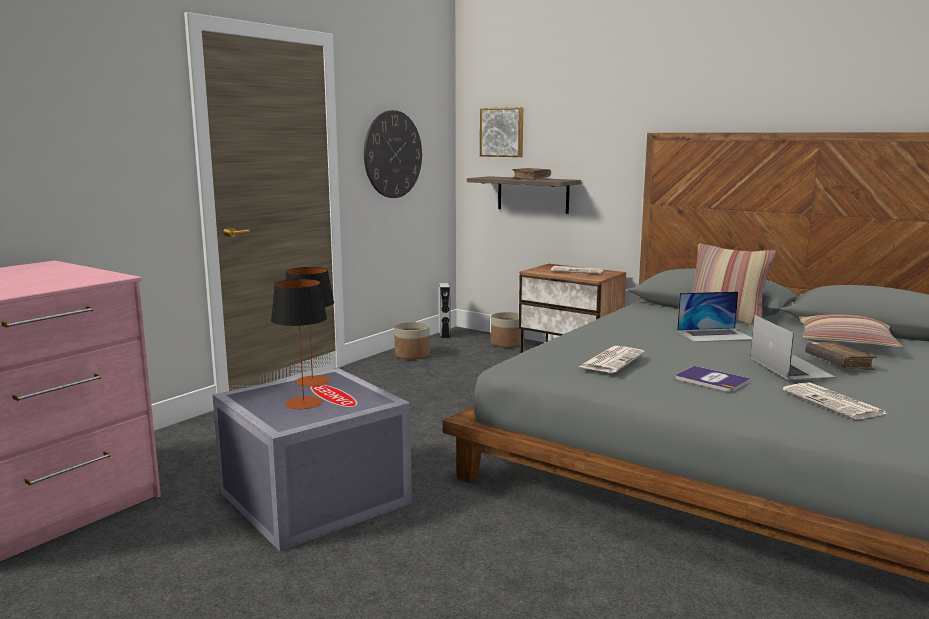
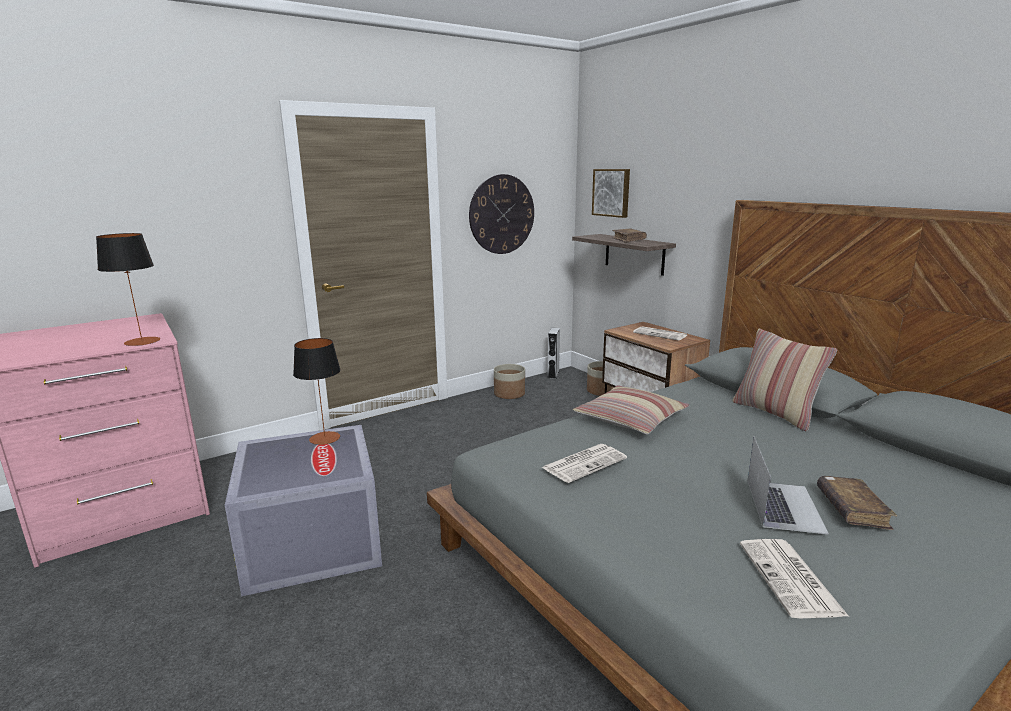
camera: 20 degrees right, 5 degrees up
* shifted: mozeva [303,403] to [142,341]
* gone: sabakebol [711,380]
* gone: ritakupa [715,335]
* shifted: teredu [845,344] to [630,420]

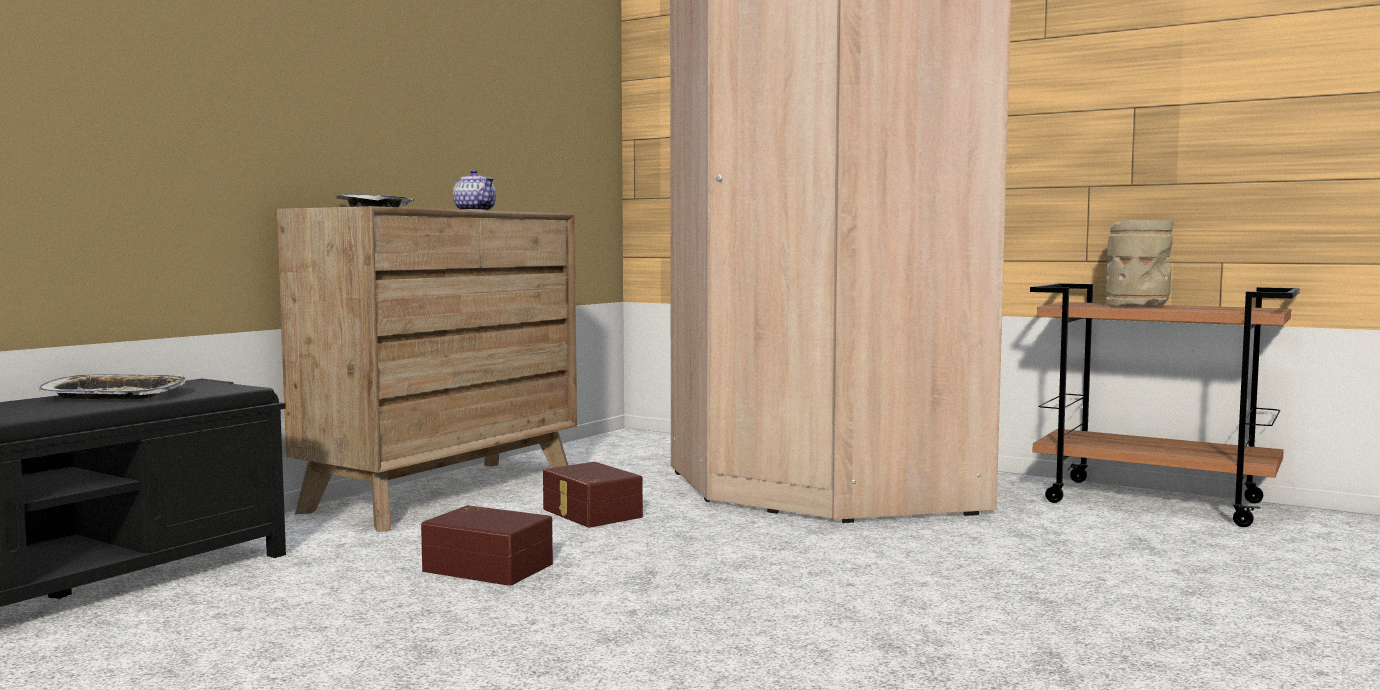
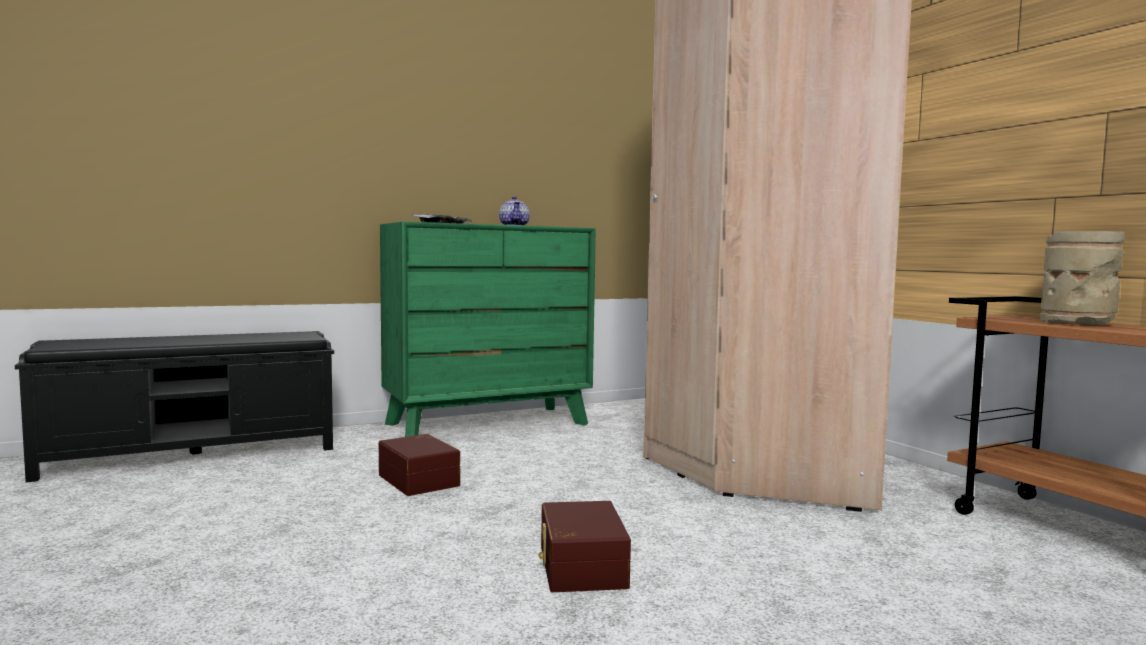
camera: 30 degrees right, 0 degrees up
* gone: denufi [115,396]
* repainted: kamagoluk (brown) [443,493] to kamagoluk (green) [487,424]
* shifted: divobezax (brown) [590,513] to [579,566]

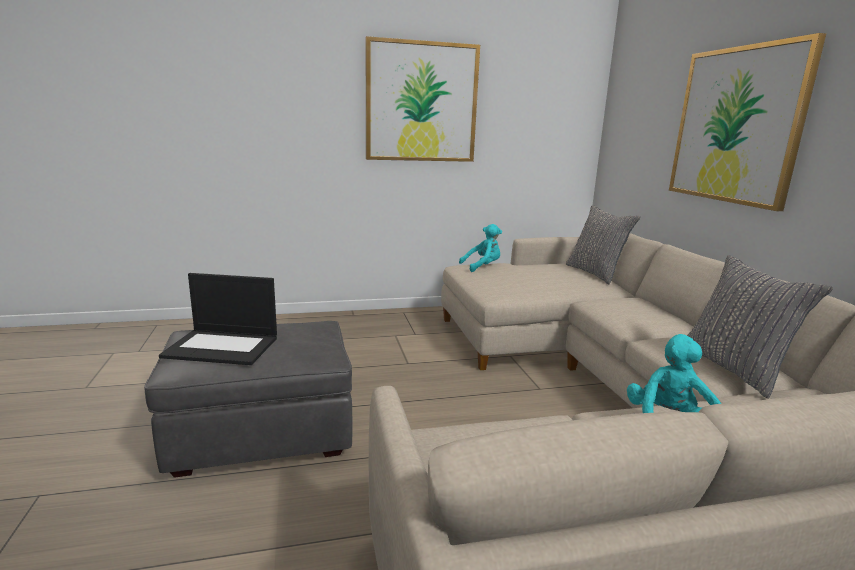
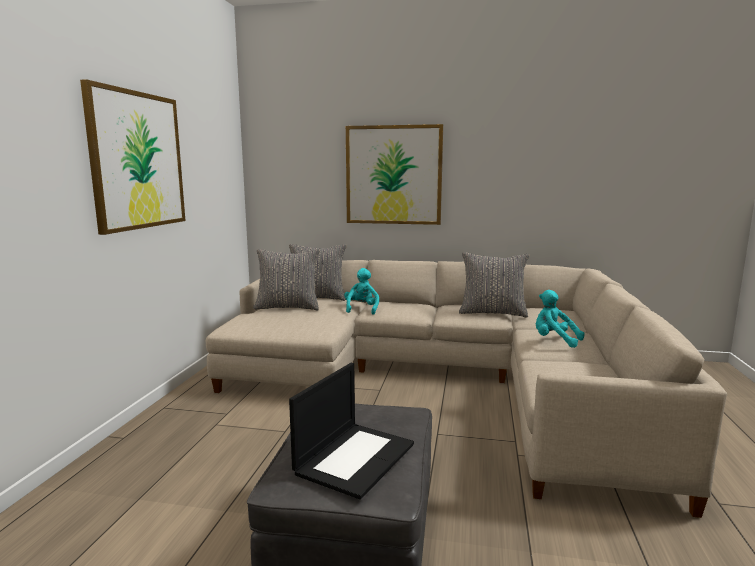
camera: 65 degrees left, 5 degrees down
* shifted: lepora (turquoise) [482,267] to [361,309]
* new: teredu (grey) [288,307]

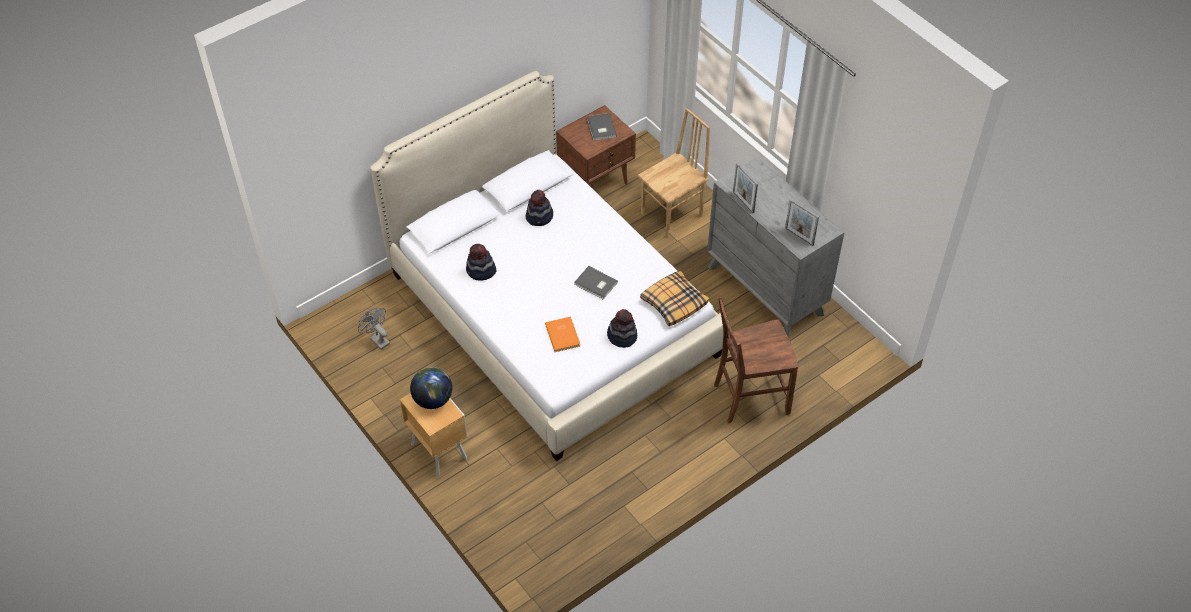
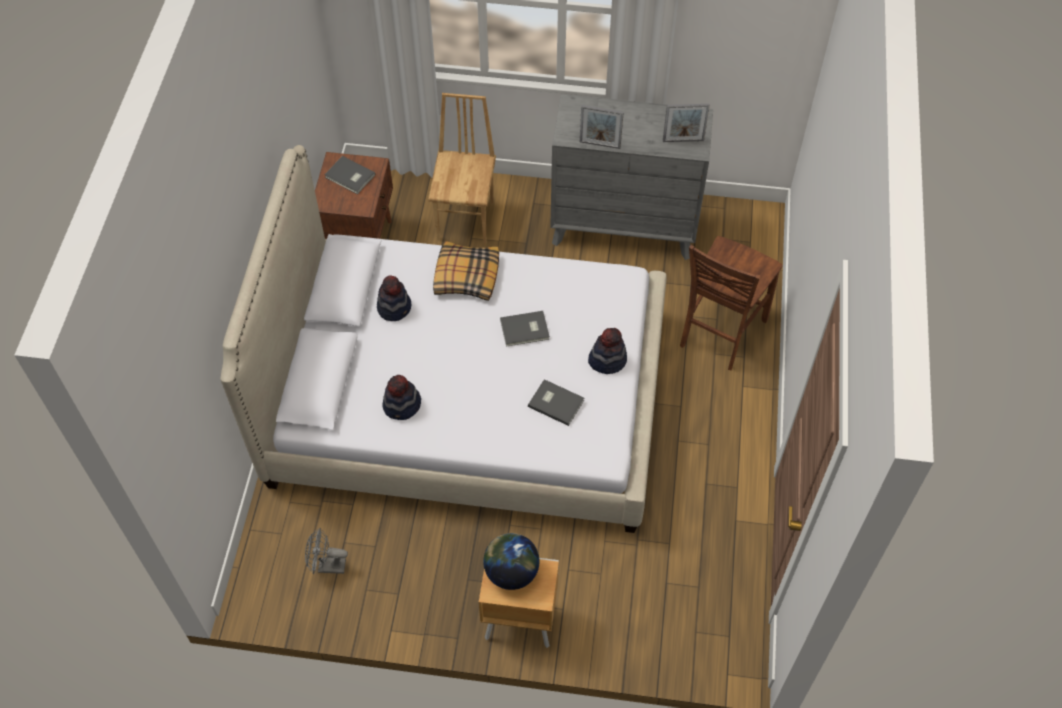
camera: 45 degrees left, 5 degrees up
* repainted: sabakebol (orange) [563,334] to sabakebol (grey) [556,402]
* shifted: teredu [674,303] to [466,276]

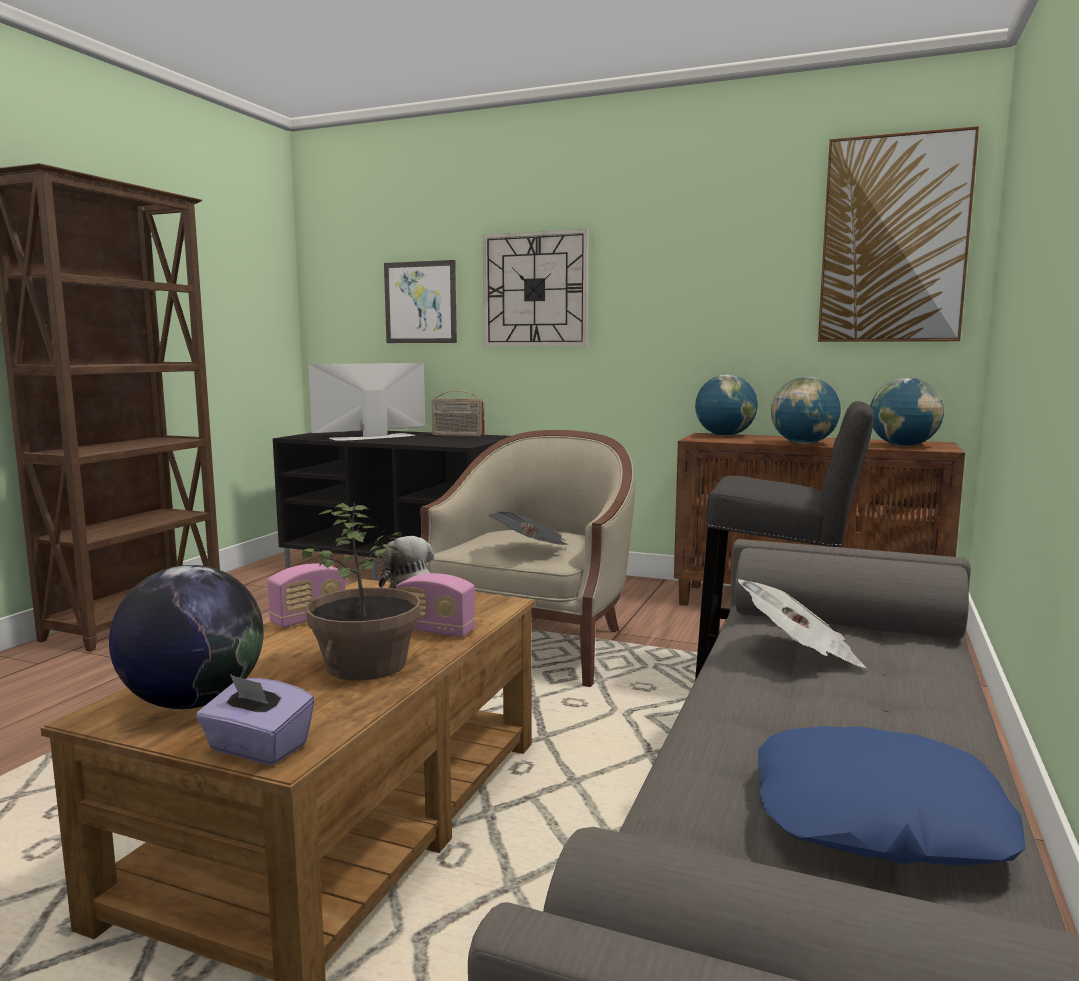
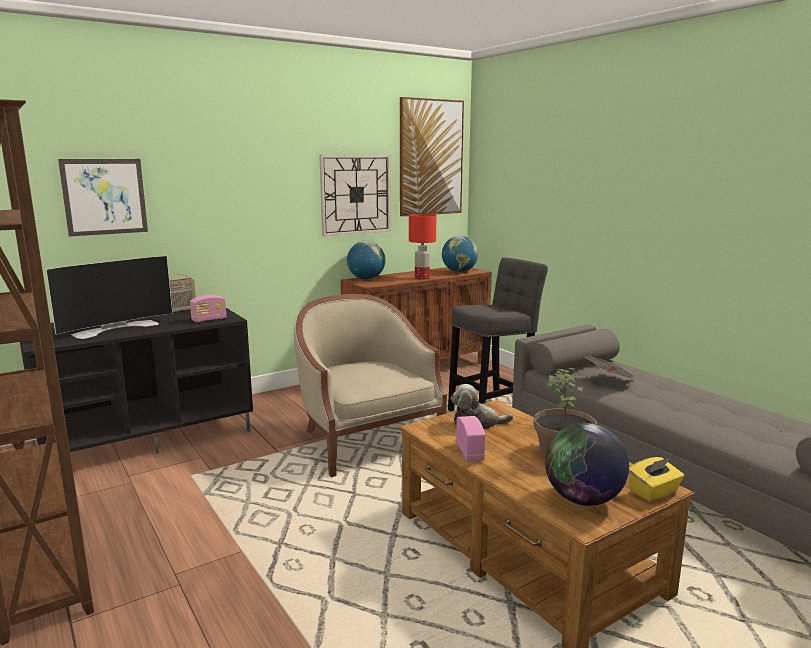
camera: 55 degrees left, 5 degrees up
* repainted: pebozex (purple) [257,748] to pebozex (yellow) [654,492]
* rotated: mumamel [373,437] = [116,328] 135 degrees counterclockwise
* shifted: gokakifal [436,631] to [209,319]
* shifted: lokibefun [535,290] to [355,194]
* gone: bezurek [531,550]
* gone: teredu (blue) [877,818]
* swapped: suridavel [803,443] to mozeva (red) [422,278]

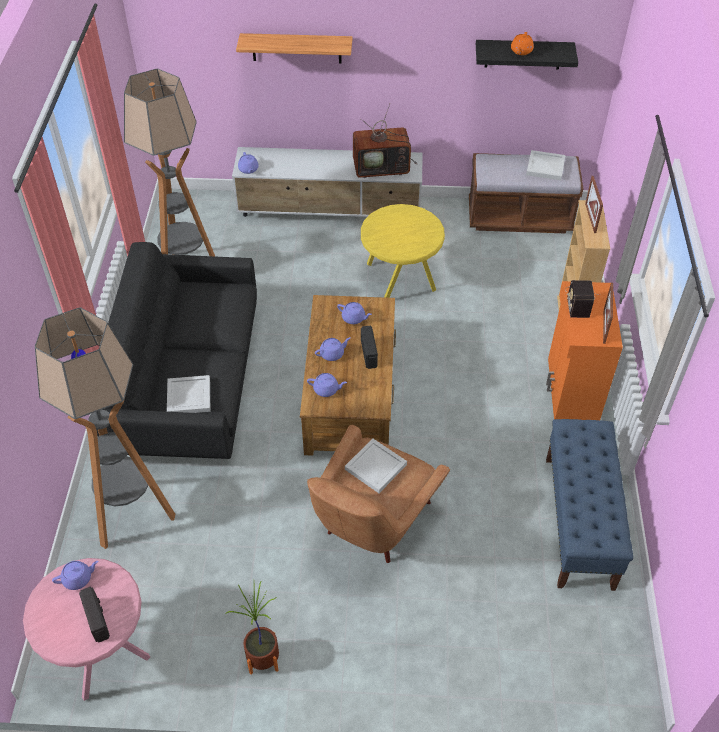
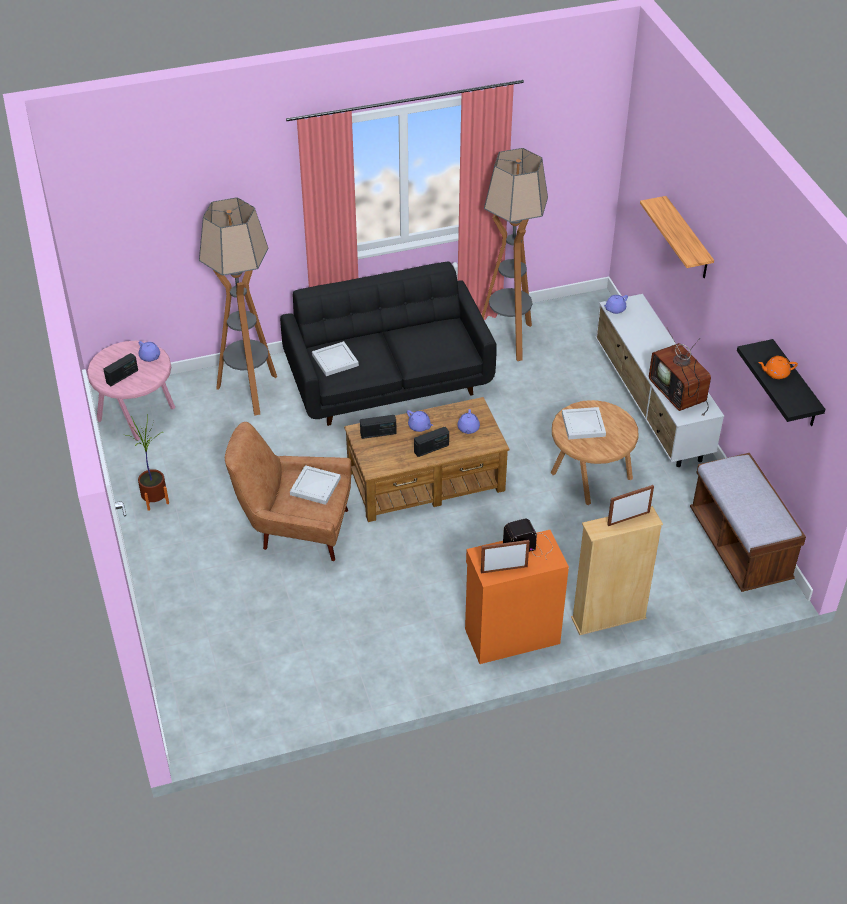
camera: 70 degrees right, 5 degrees down
* swapped: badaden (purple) [326,390] to gokakifal [378,433]
* repainted: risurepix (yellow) [400,278] to risurepix (brown) [589,477]
* shifted: denufi (white) [546,167] to [583,425]
* gone: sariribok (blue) [579,522]

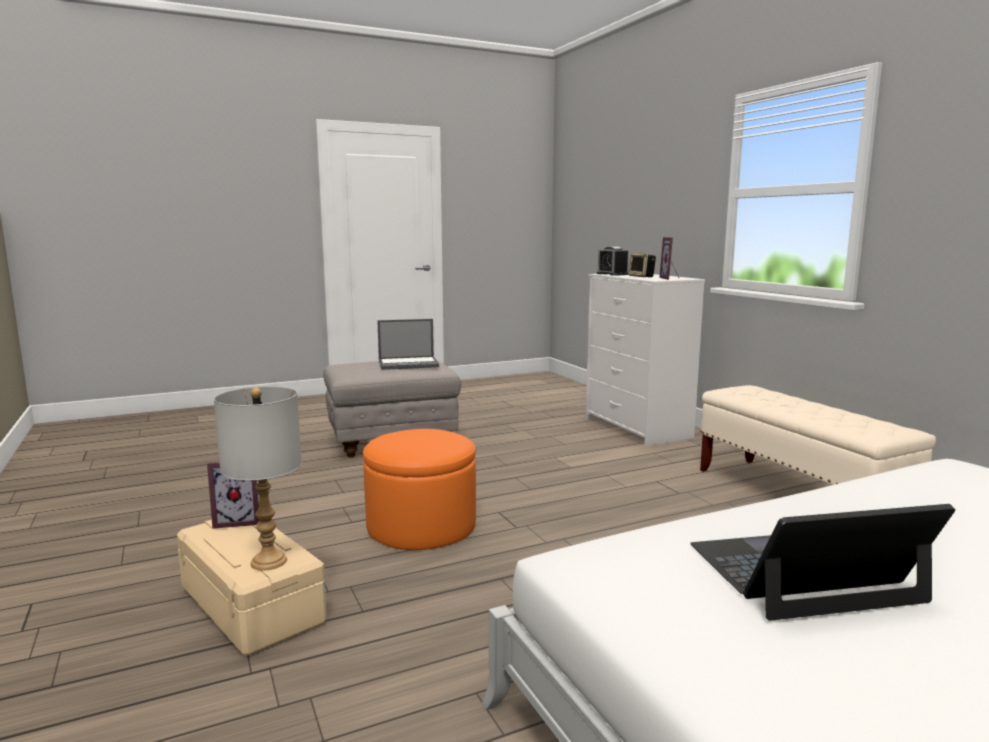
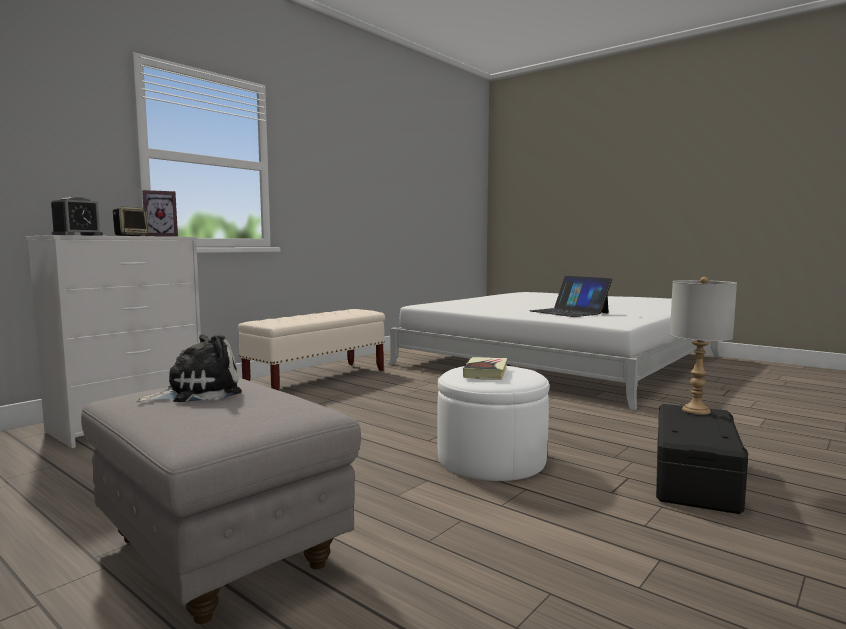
camera: 115 degrees left, 5 degrees down
* repainted: divobezax (beige) [253,604] to divobezax (black) [693,478]
* gone: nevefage [238,521]
* repainted: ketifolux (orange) [421,525] to ketifolux (white) [491,459]
* swapped: ritakupa [409,363] to lepora [198,392]
* new: sabakebol [485,373]

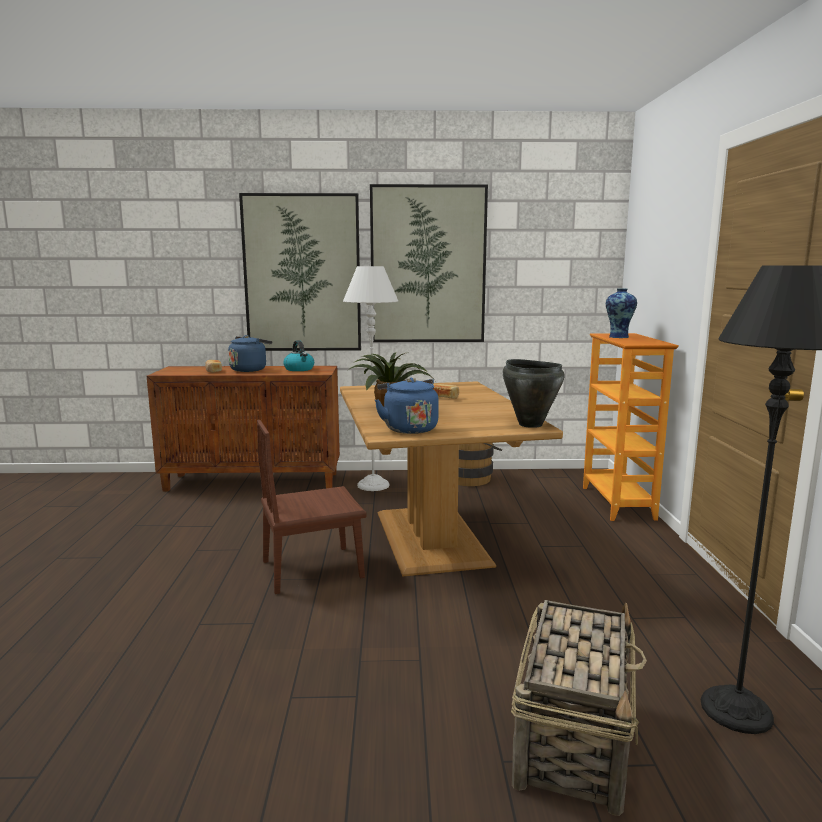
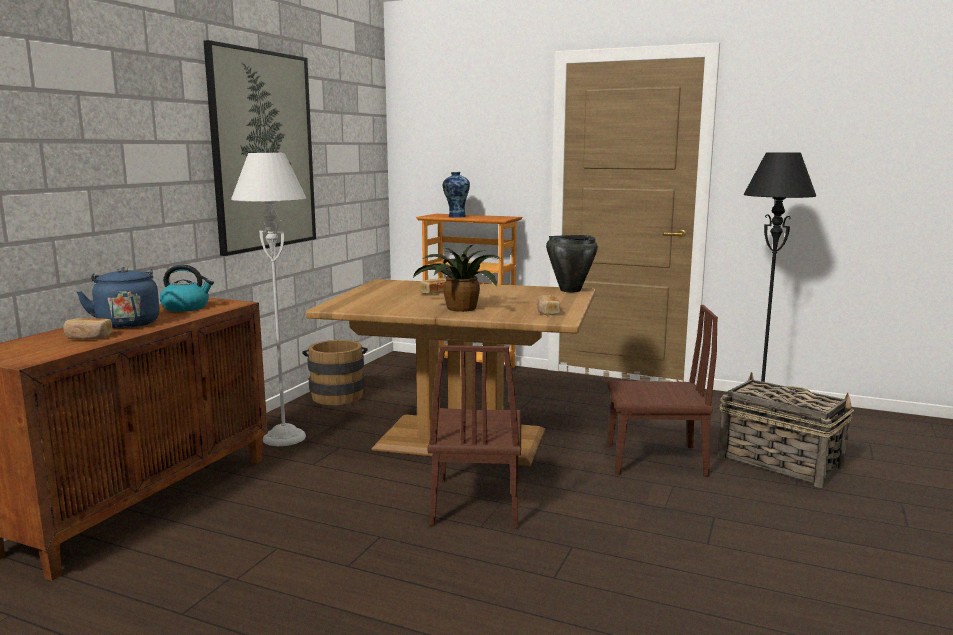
camera: 65 degrees left, 0 degrees up
* gone: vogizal [302,274]
* swapped: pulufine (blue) [408,428] to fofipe [547,312]
* new: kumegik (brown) [655,460]

